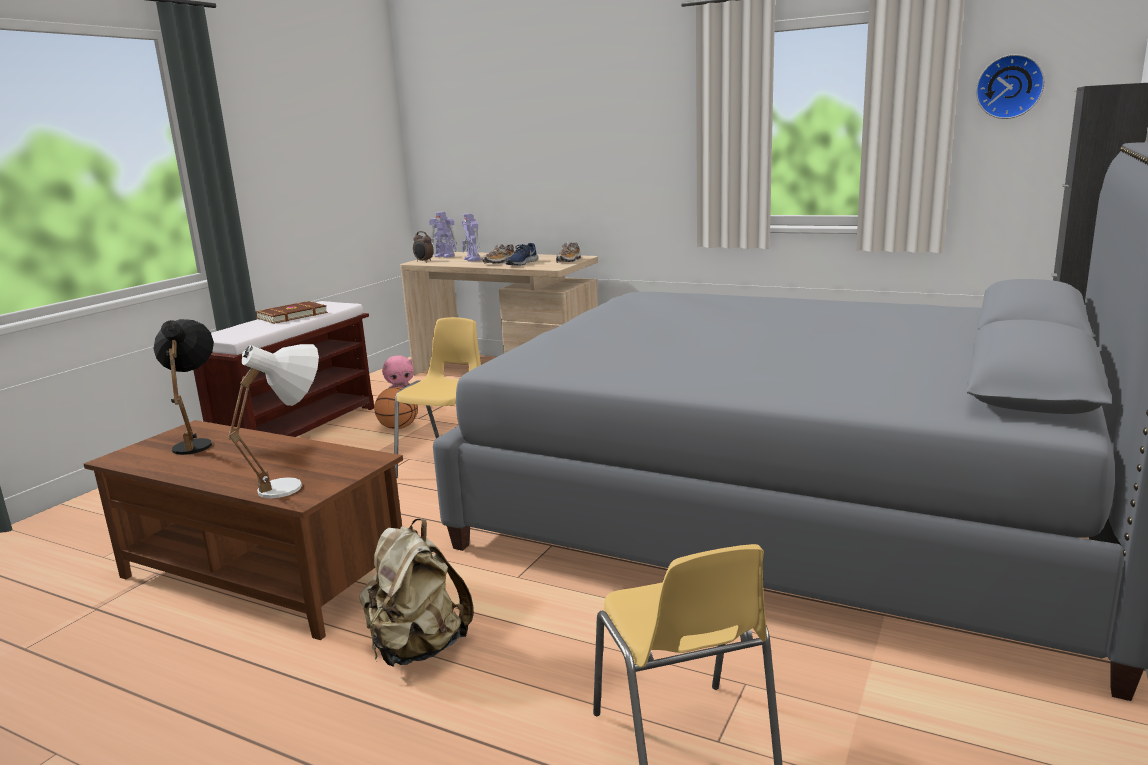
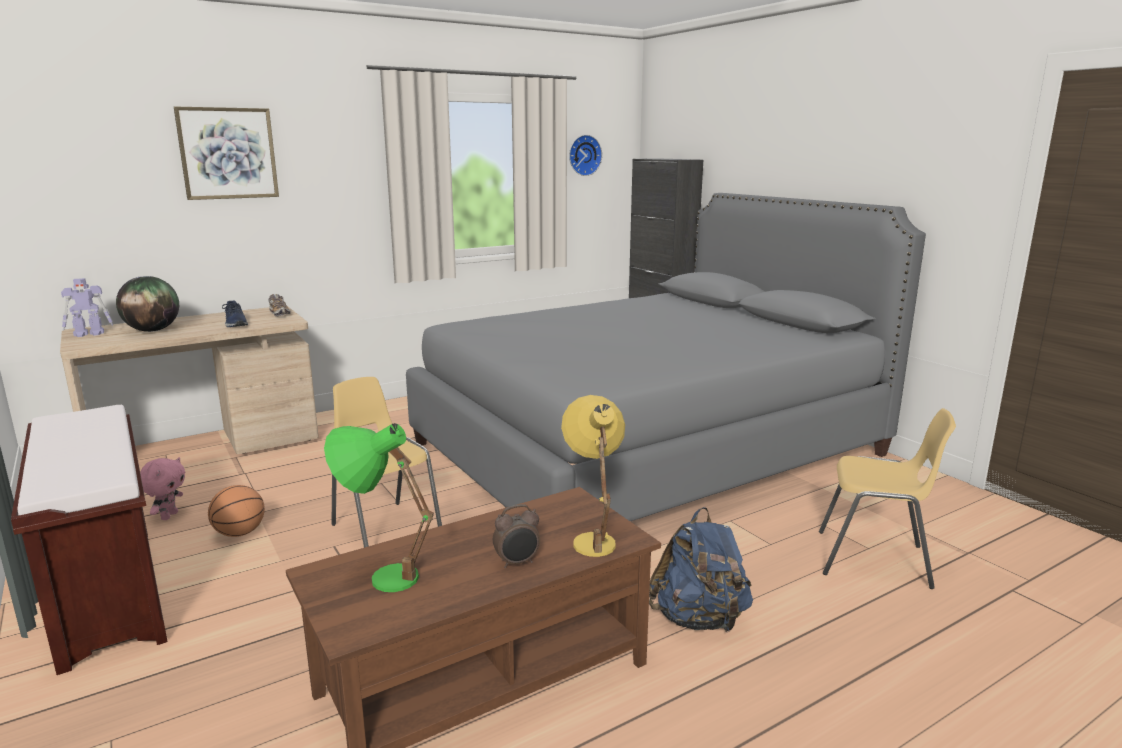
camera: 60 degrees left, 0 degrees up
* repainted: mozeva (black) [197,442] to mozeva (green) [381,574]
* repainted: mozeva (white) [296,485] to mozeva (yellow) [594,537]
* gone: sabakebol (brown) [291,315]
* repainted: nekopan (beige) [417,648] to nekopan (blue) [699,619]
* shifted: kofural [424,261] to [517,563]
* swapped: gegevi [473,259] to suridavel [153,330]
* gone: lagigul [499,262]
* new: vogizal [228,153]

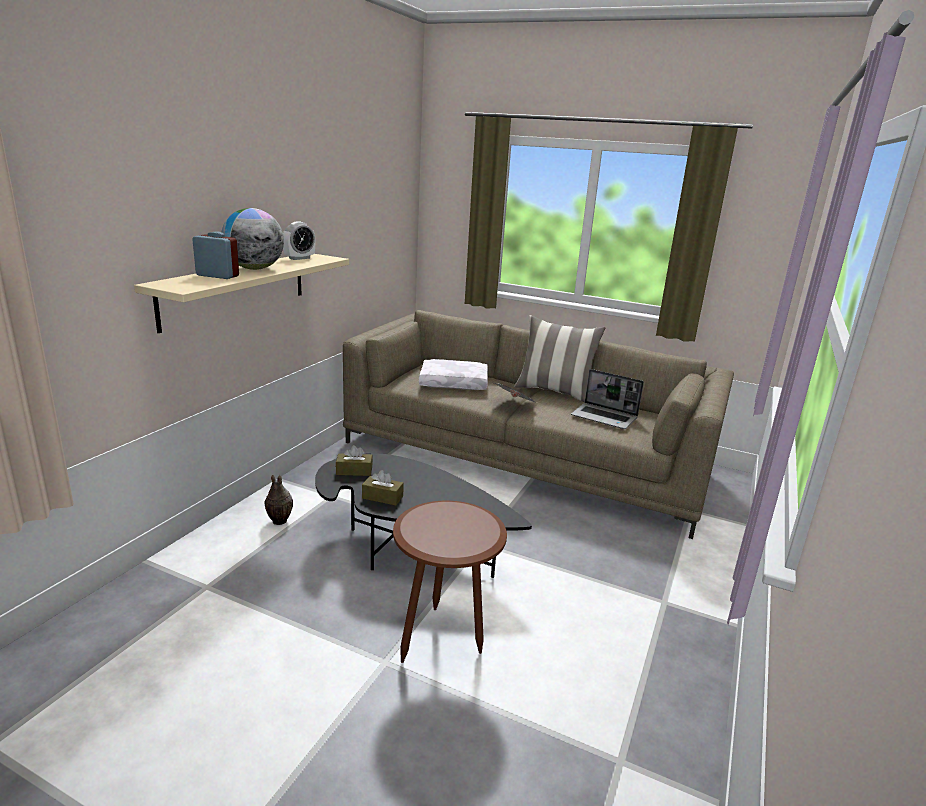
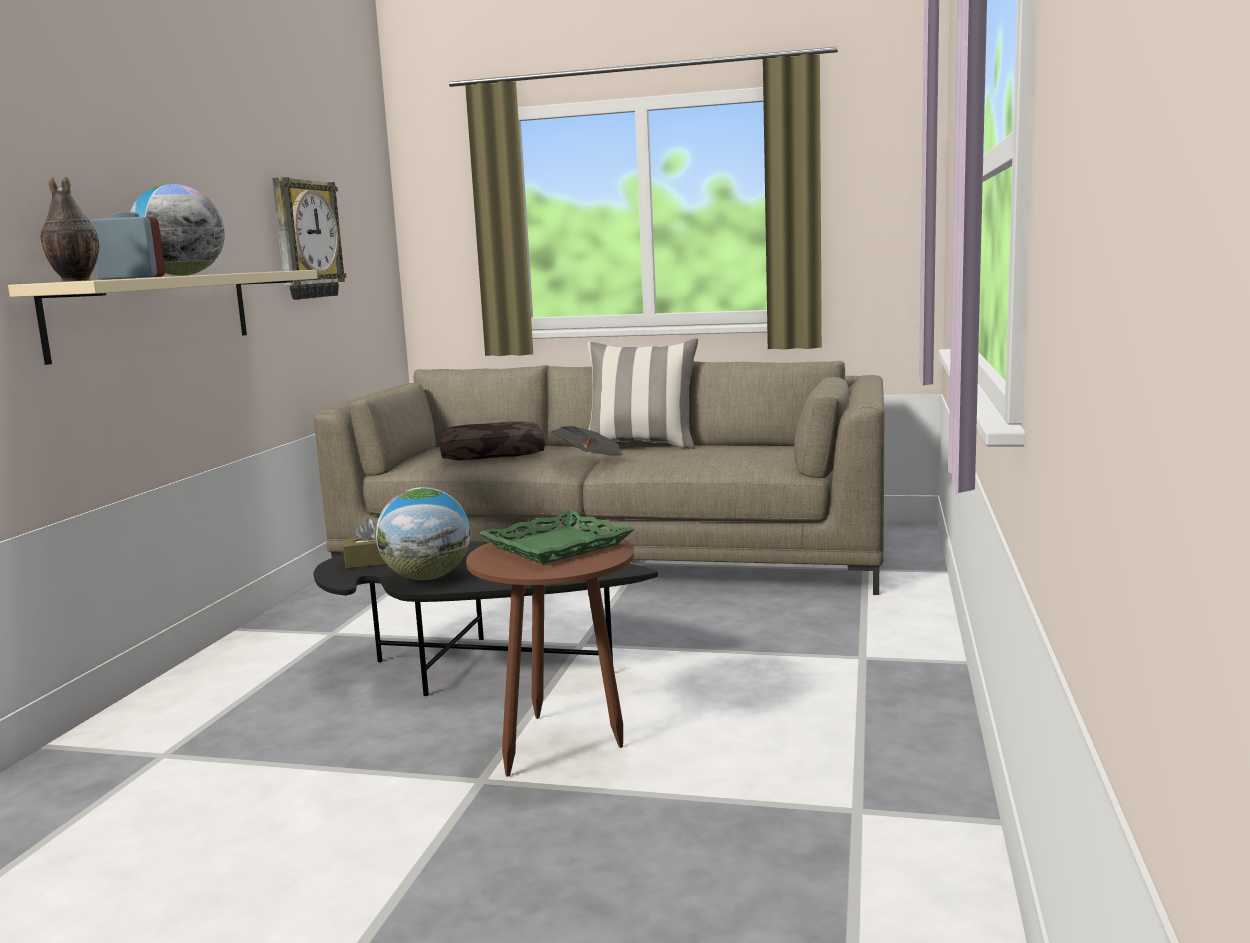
camera: 10 degrees left, 10 degrees down
* shifted: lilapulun [278,521] to [74,280]
* gone: kofural [299,258]
* swapped: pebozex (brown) [382,497] to suridavel [427,578]
* repainted: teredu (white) [454,383] to teredu (brown) [493,454]
* gone: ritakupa [605,417]
* new: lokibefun [305,239]
* new: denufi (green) [557,546]

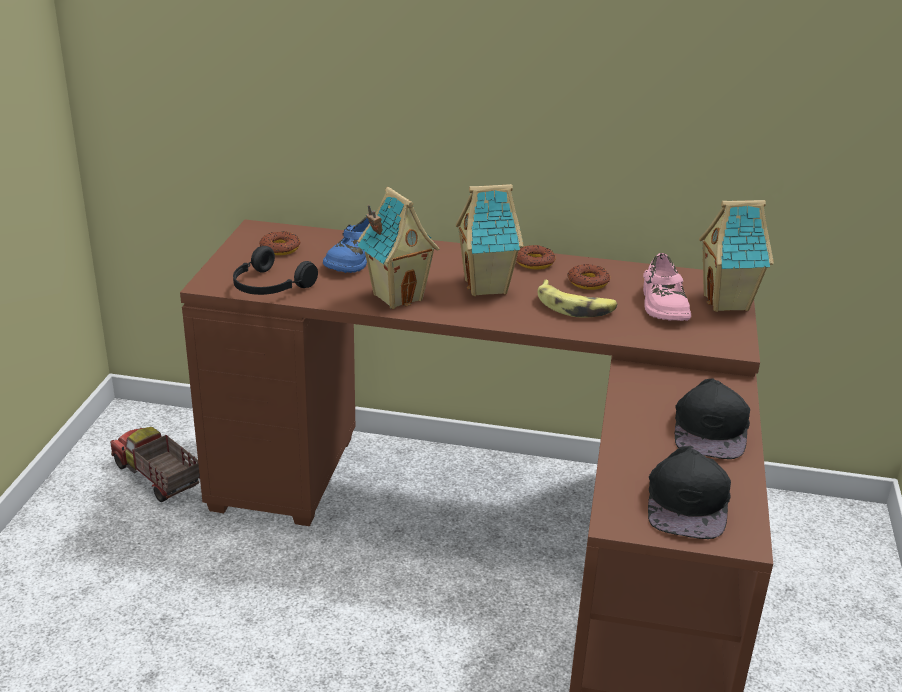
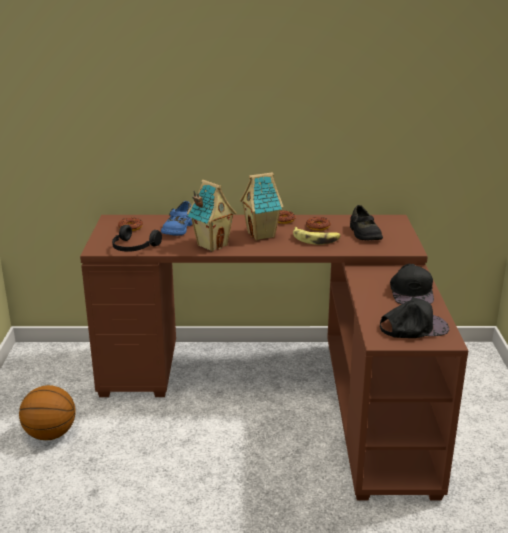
camera: 10 degrees left, 5 degrees down
* gone: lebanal [156,478]
* repainted: lagigul (pink) [663,305] to lagigul (black) [364,234]
* rotated: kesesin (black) [689,501] = [413,327] 105 degrees counterclockwise
* gone: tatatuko [728,303]
* new: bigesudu [50,434]

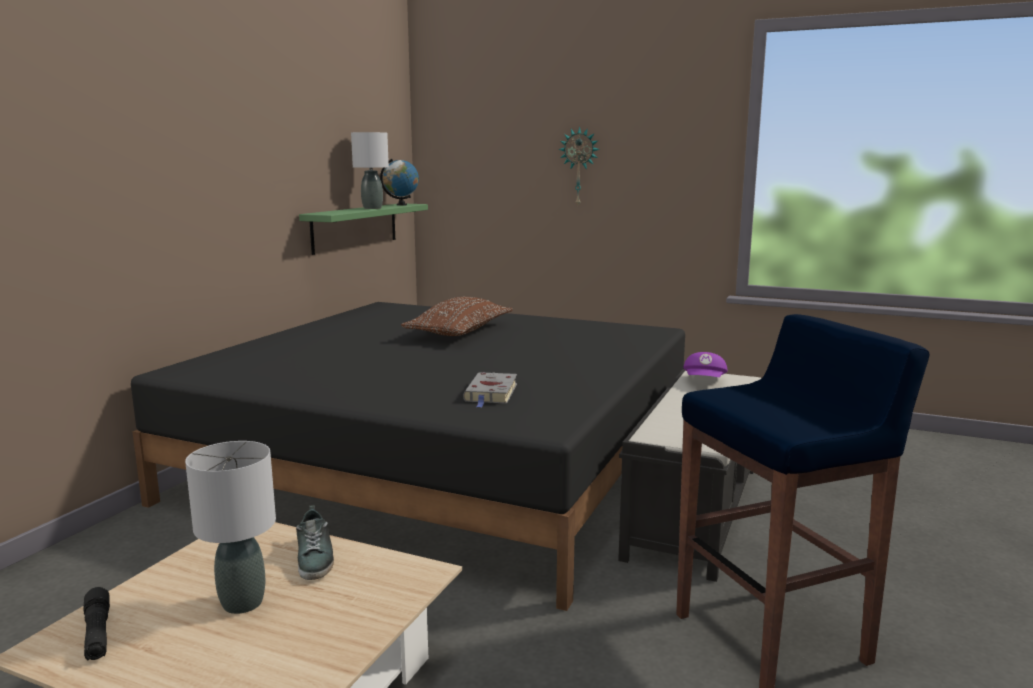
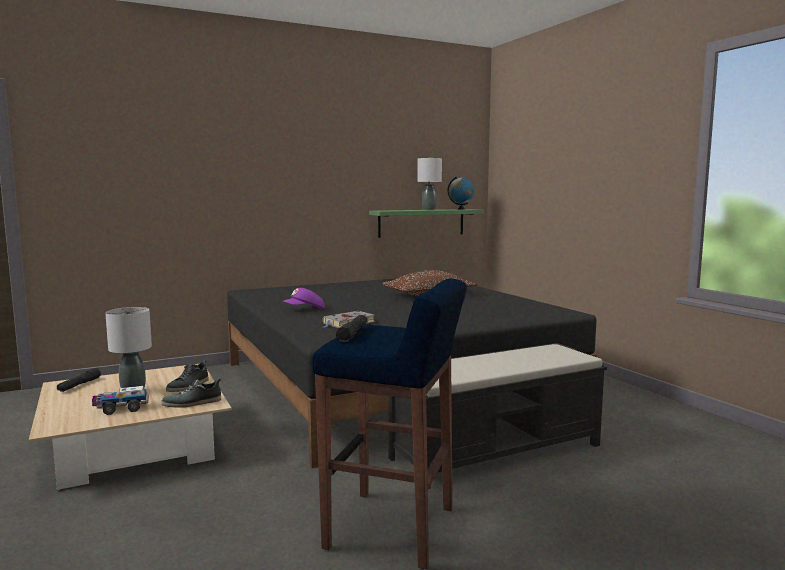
camera: 40 degrees right, 5 degrees down
* gone: lokibefun [579,167]
* shifted: kesesin (purple) [705,381] to [305,310]
* new: lebanal [121,409]
* new: lagigul [192,403]
* new: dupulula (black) [353,334]

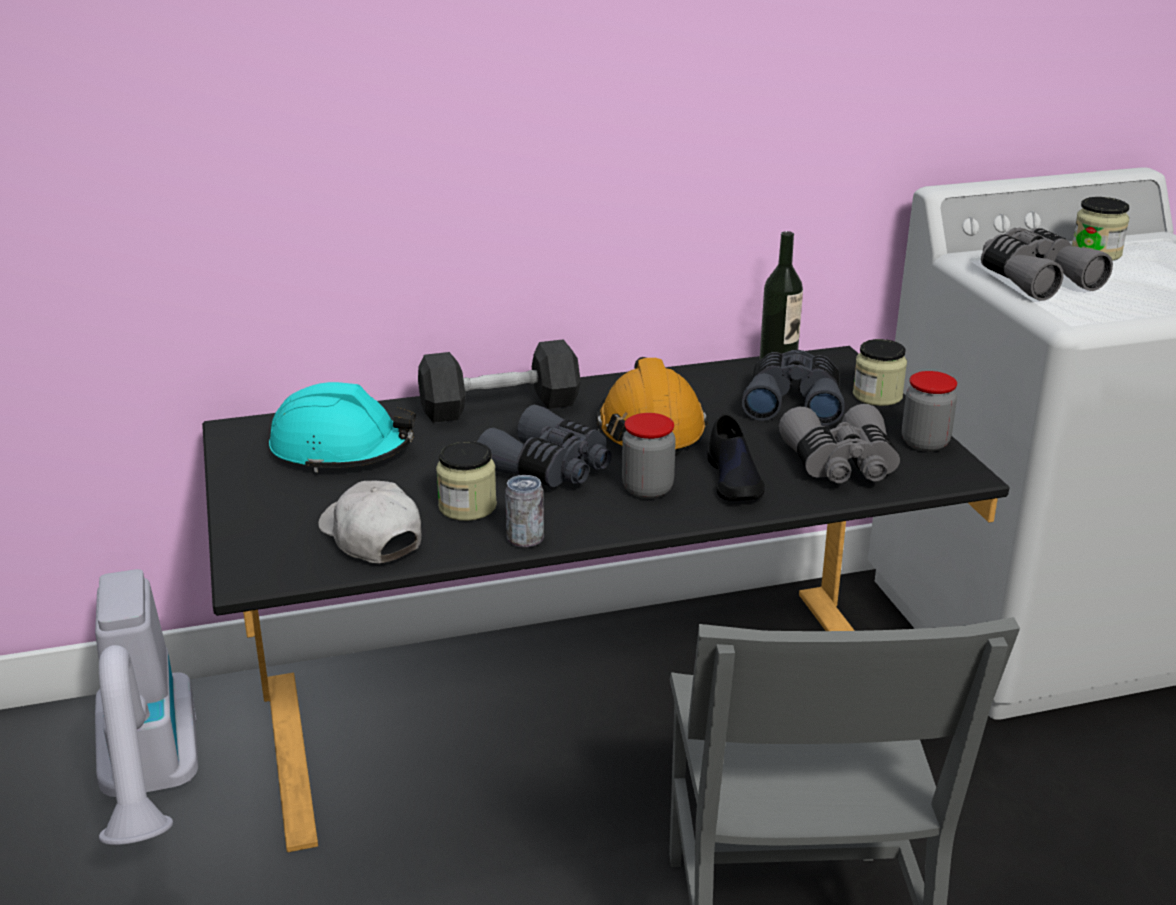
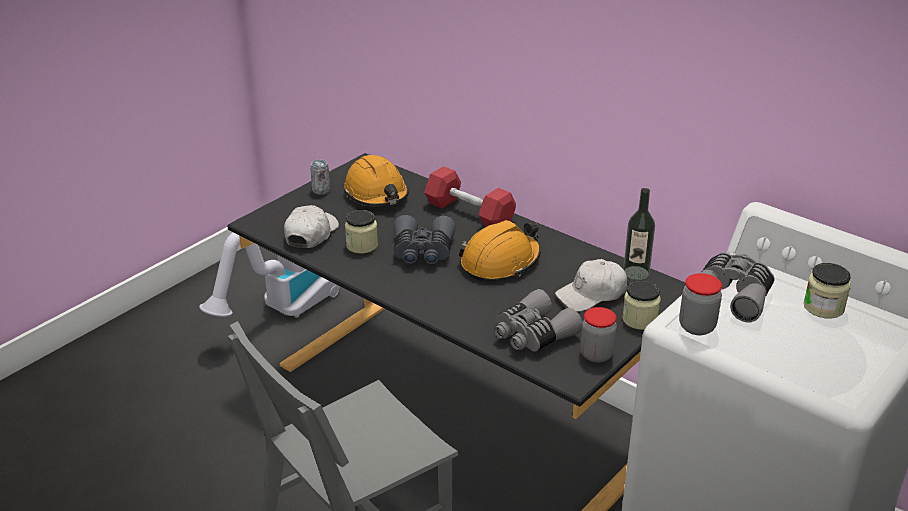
camera: 55 degrees right, 5 degrees up
* repainted: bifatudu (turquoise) [341,450] to bifatudu (orange) [377,194]
* repainted: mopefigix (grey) [500,407] to mopefigix (red) [469,213]
* shifted: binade [525,539] to [321,191]
* shifted: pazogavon [647,489] to [697,327]
* gone: lagigul (black) [734,479]
* swapped: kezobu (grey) [793,402] to kesesin (white) [591,294]

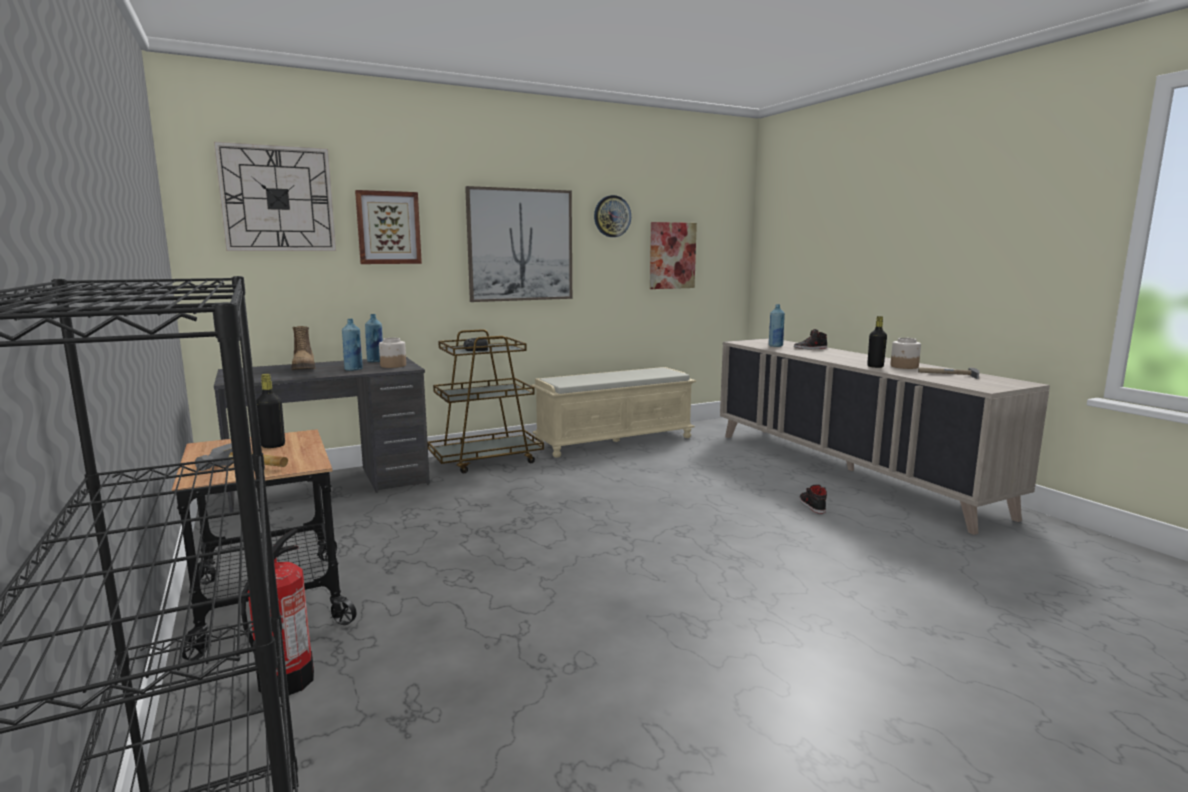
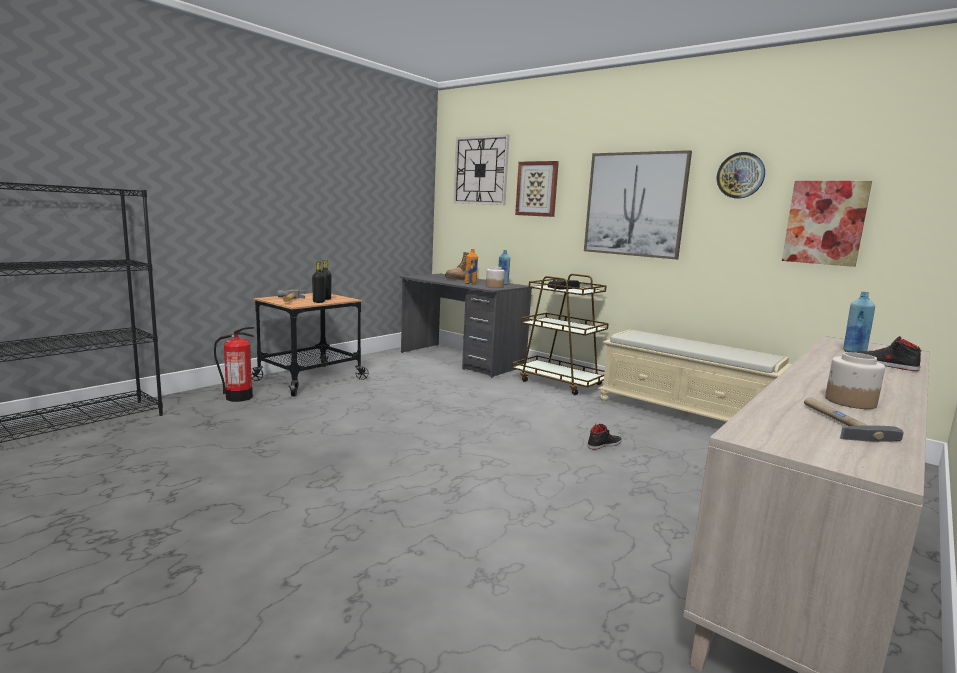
camera: 65 degrees right, 0 degrees up
* repainted: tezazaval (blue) [353,369] to tezazaval (orange) [470,284]
* shifted: lagigul (black) [811,505] to [604,444]
* shifted: tezazaval (black) [875,366] to [318,302]

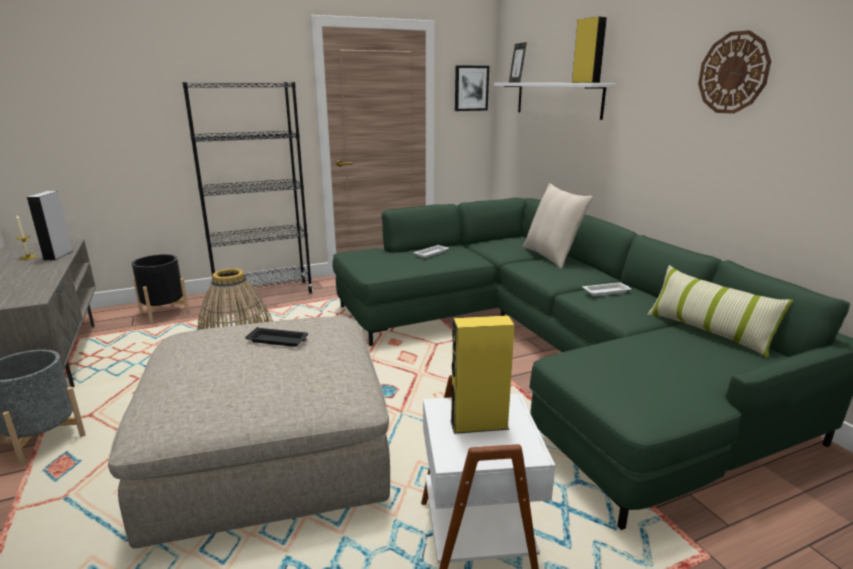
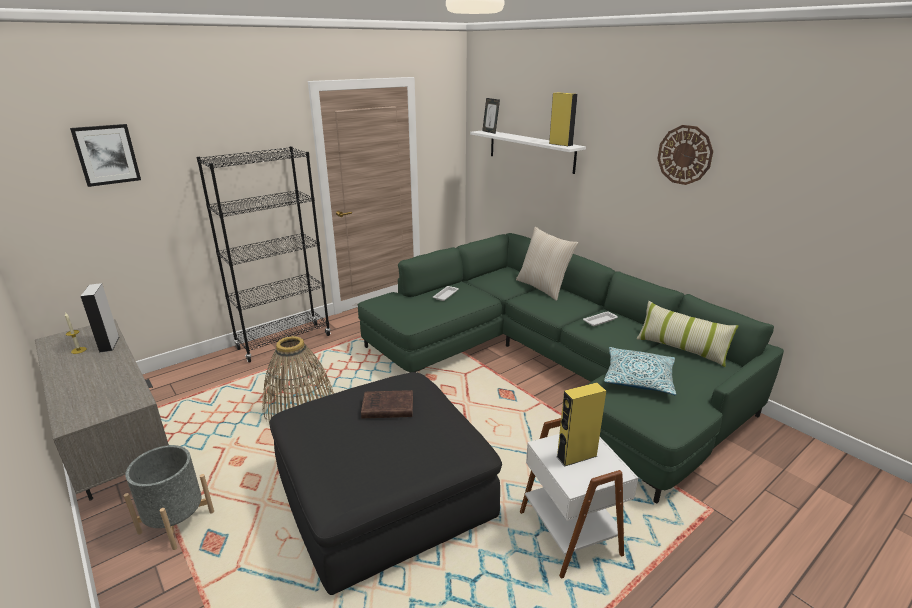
camera: 15 degrees left, 5 degrees up
* repainted: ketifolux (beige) [269,452] to ketifolux (black) [383,495]
* gone: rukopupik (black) [164,312]
* swapped: denufi (black) [278,340] to sabakebol (brown) [386,407]
* shifted: vogizal [471,88] to [106,154]
* new: teredu [638,378]

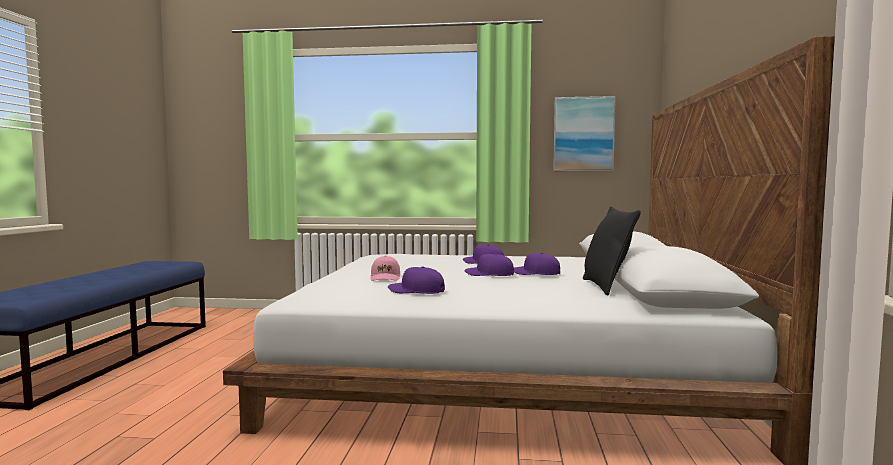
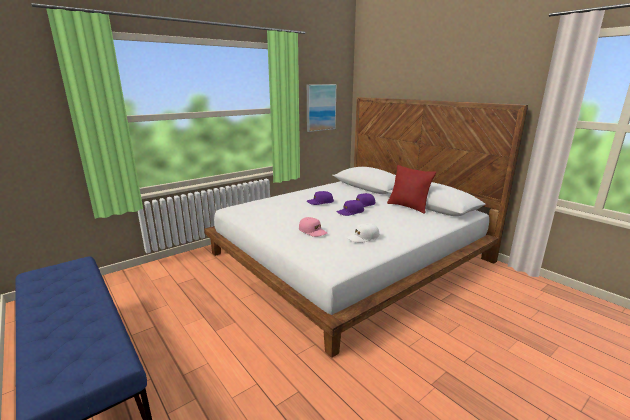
camera: 45 degrees left, 15 degrees up
* repainted: kesesin (purple) [416,291] to kesesin (white) [363,238]
* repainted: teredu (black) [606,287] to teredu (red) [408,207]

